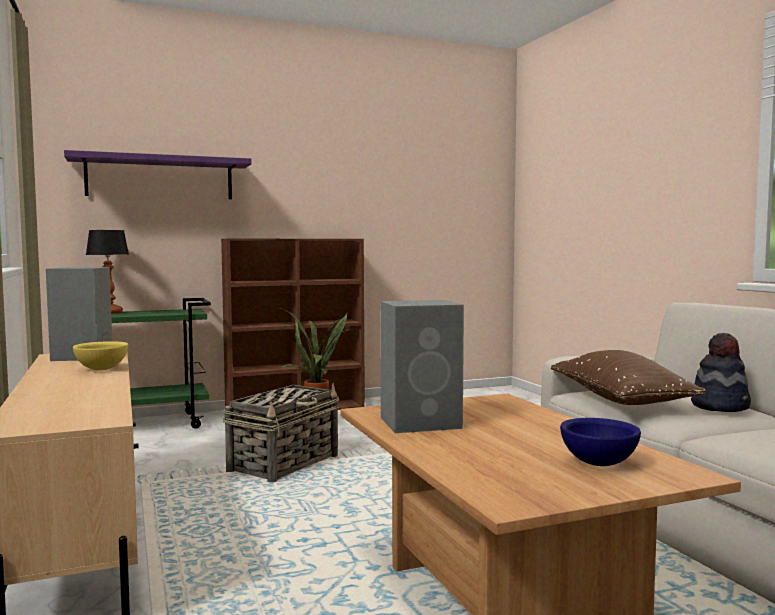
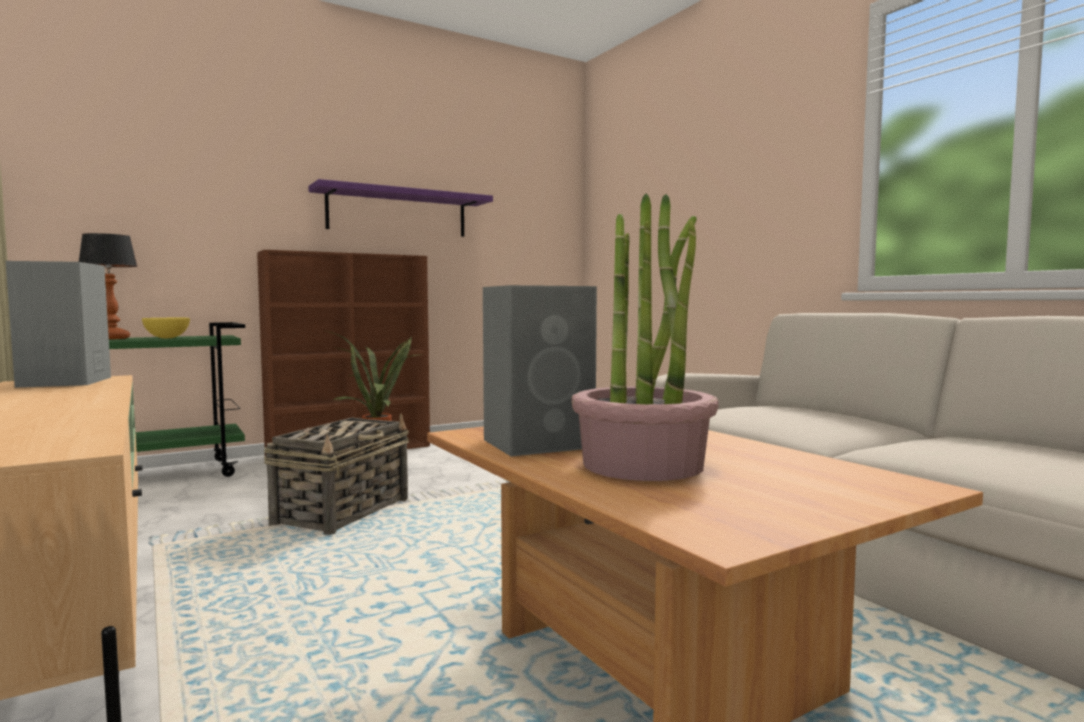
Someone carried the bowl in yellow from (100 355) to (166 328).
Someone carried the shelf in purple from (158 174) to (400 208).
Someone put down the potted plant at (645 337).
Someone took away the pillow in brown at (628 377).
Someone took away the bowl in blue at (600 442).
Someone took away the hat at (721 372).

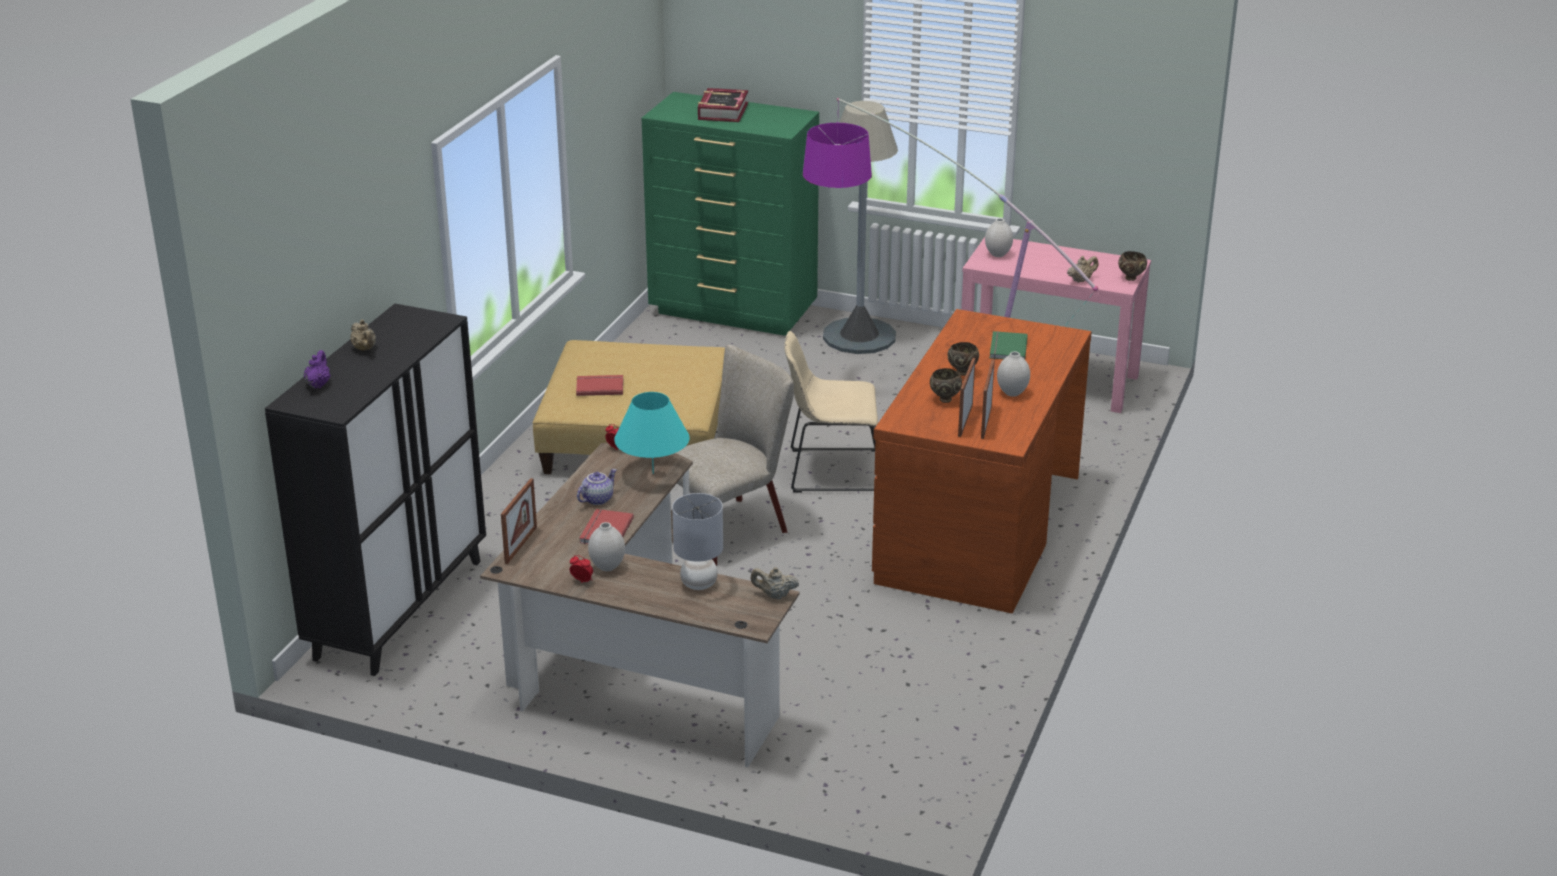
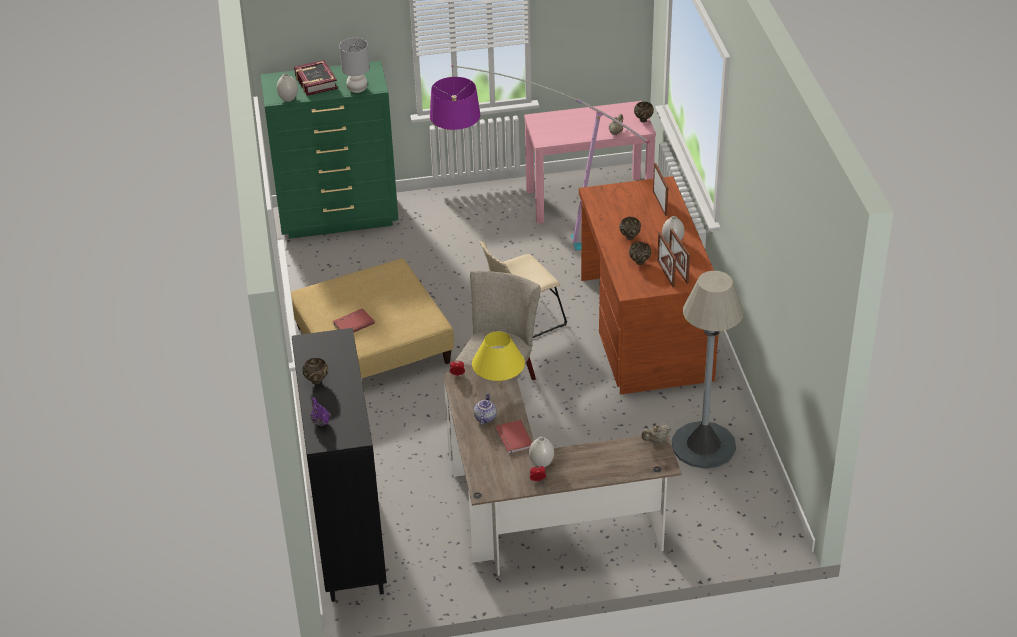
Someone carried the vase in white from (999 237) to (287 87).
Someone swapped the teapot in beige at (363 335) for the bowl in brown at (315 371).
Someone carried the table lamp in grey from (697 541) to (354 65).
Someone repainted the table lamp in turquoise at (652 433), which became the table lamp in yellow at (498 358).
Someone carried the picture frame from (519 521) to (661 189).
Someone carried the floor lamp in grey from (860 227) to (707 370).
Someone took away the book in green at (1009 345).

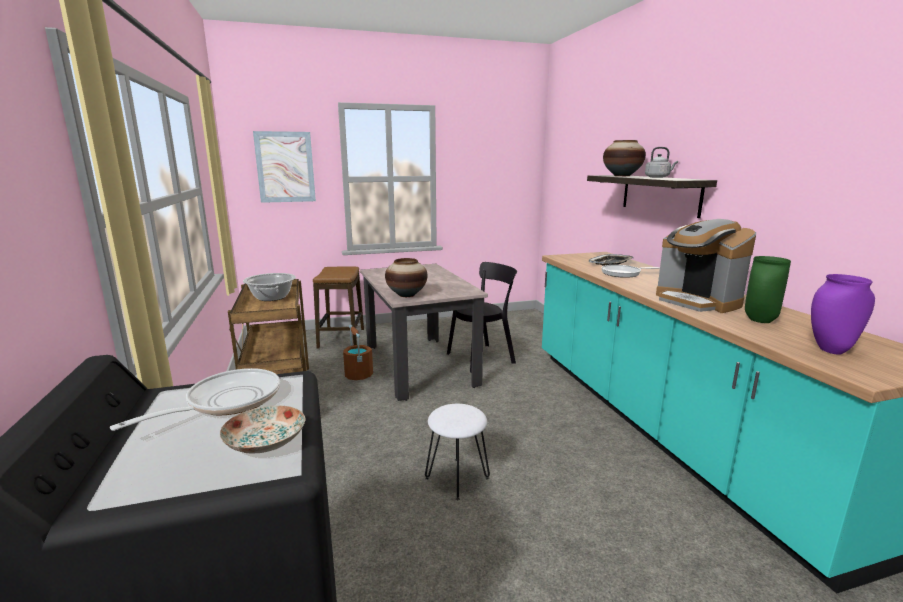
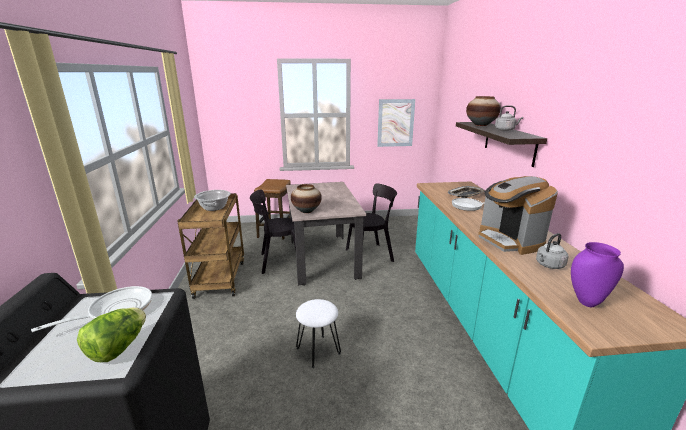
Someone swapped the plate at (262 429) for the lettuce at (111 335).
Someone swapped the bucket in brown at (358 352) for the chair in black at (273 231).
Someone carried the picture from (284 167) to (396 123).
Someone swapped the vase in green at (768 289) for the kettle in grey at (552 251).

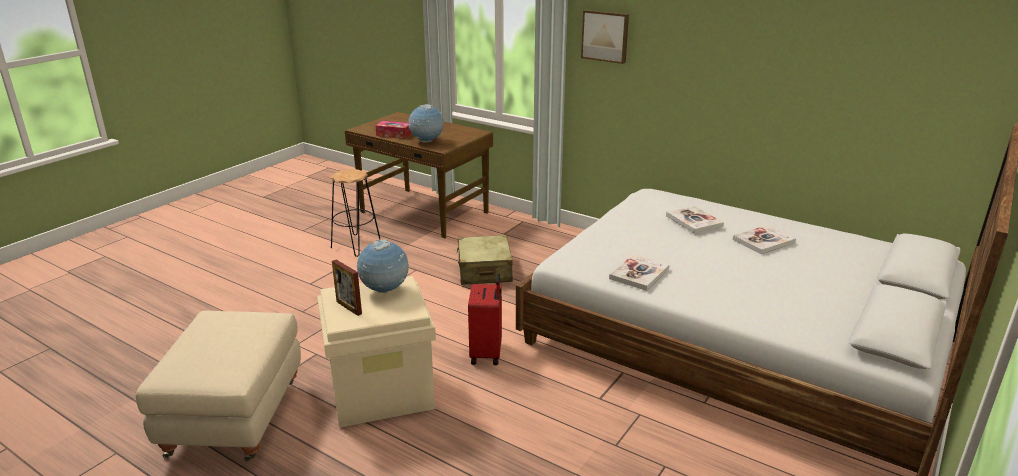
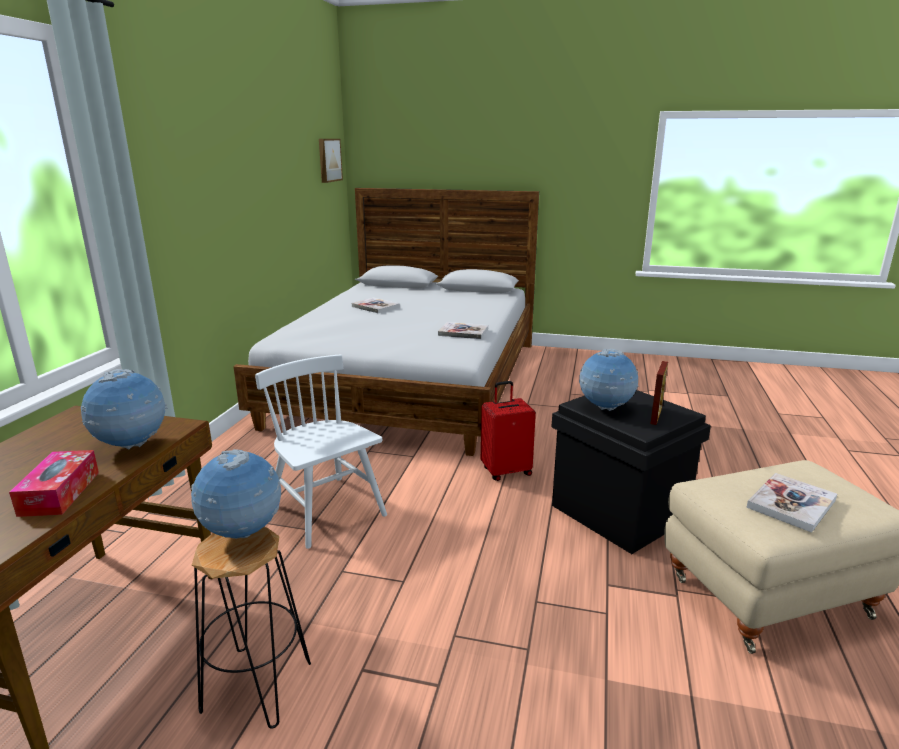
Someone put down the globe at (236 494).
Someone swapped the suitcase in beige at (484 260) for the chair in white at (321 452).
Someone carried the picture from (605 37) to (331 161).
Someone repainted the storage box in beige at (376 352), which became the storage box in black at (631 472).
Someone carried the book from (695 219) to (791 503).

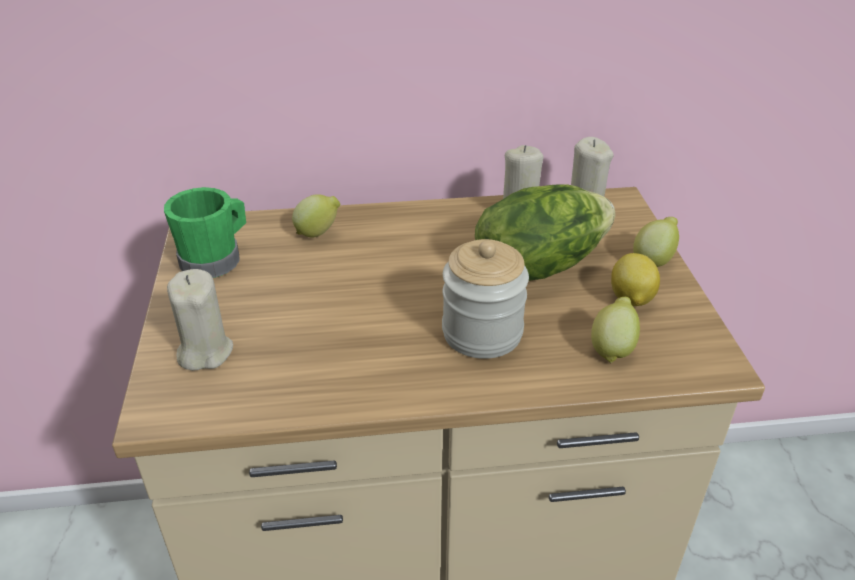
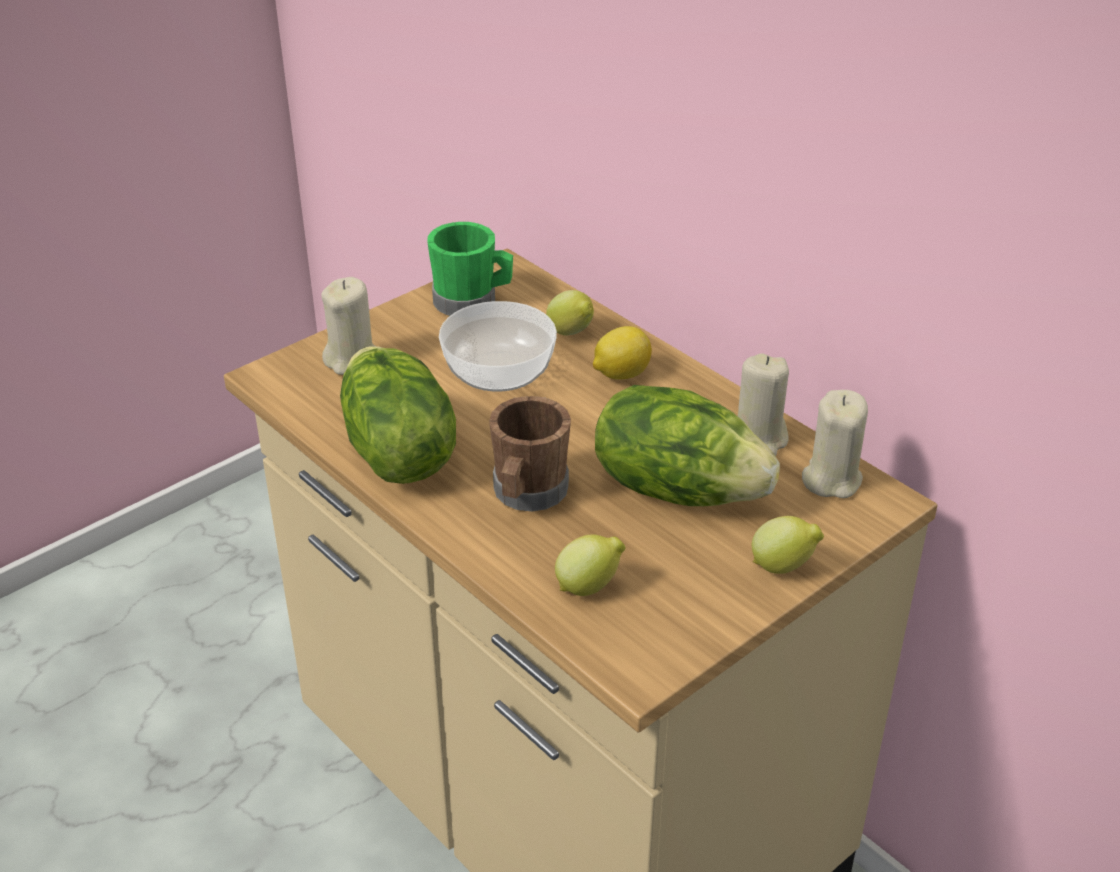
Someone put down the lettuce at (398 415).
Someone put down the bowl at (498 346).
Someone swapped the jar at (485 299) for the mug in brown at (530 454).
Someone carried the lemon from (635 279) to (622 353).

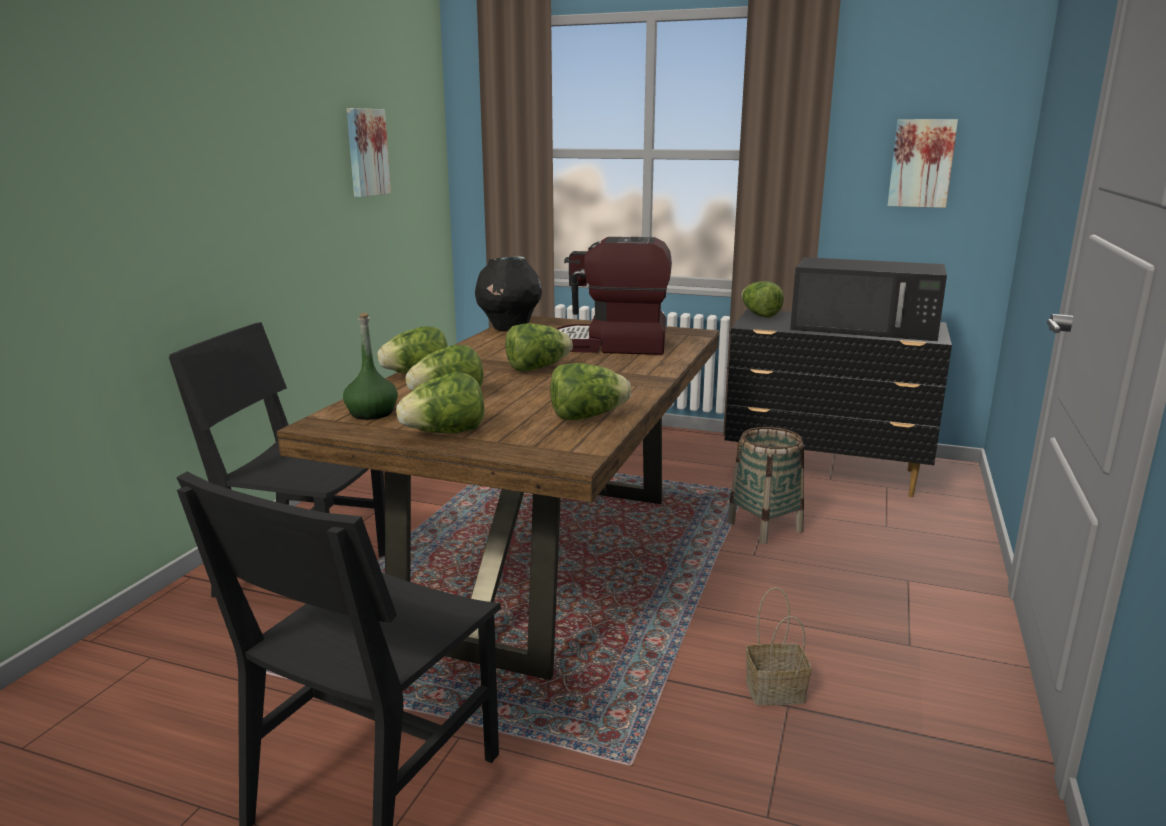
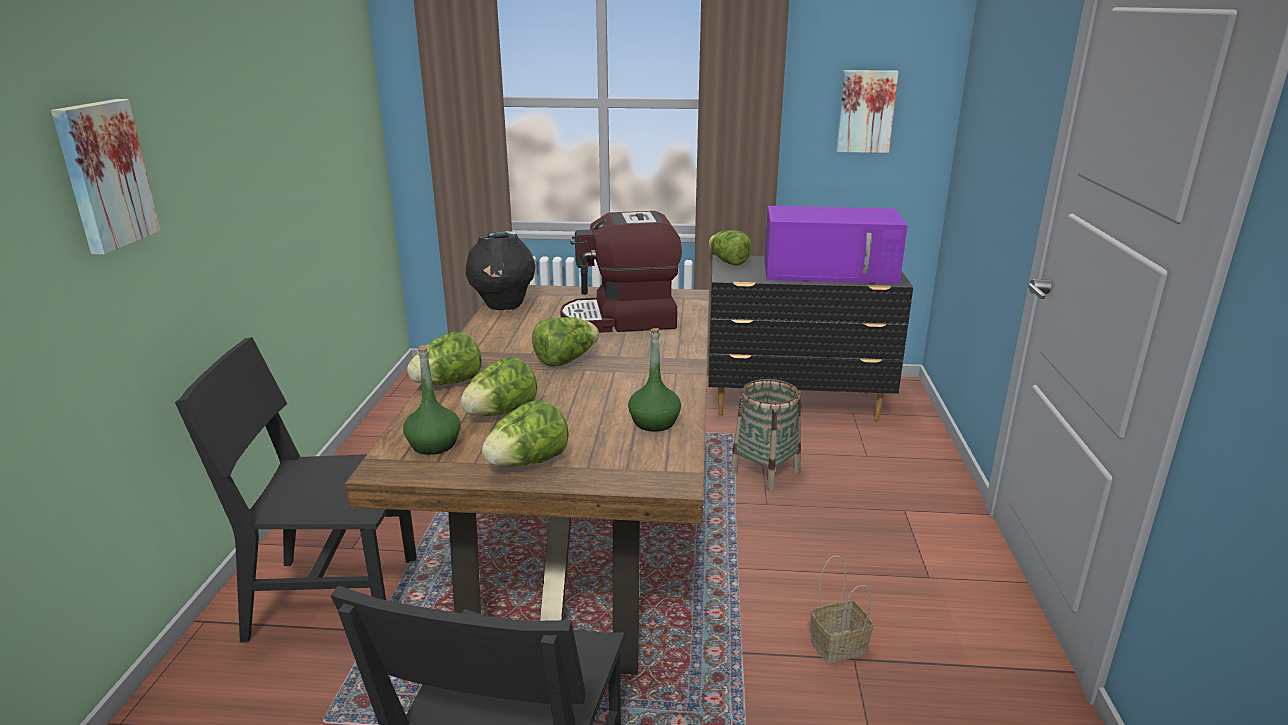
Someone carried the picture from (369 152) to (106 177).
Someone swapped the lettuce at (590 391) for the bottle in green at (654 380).
Someone repainted the microwave in black at (868 299), which became the microwave in purple at (835 245).

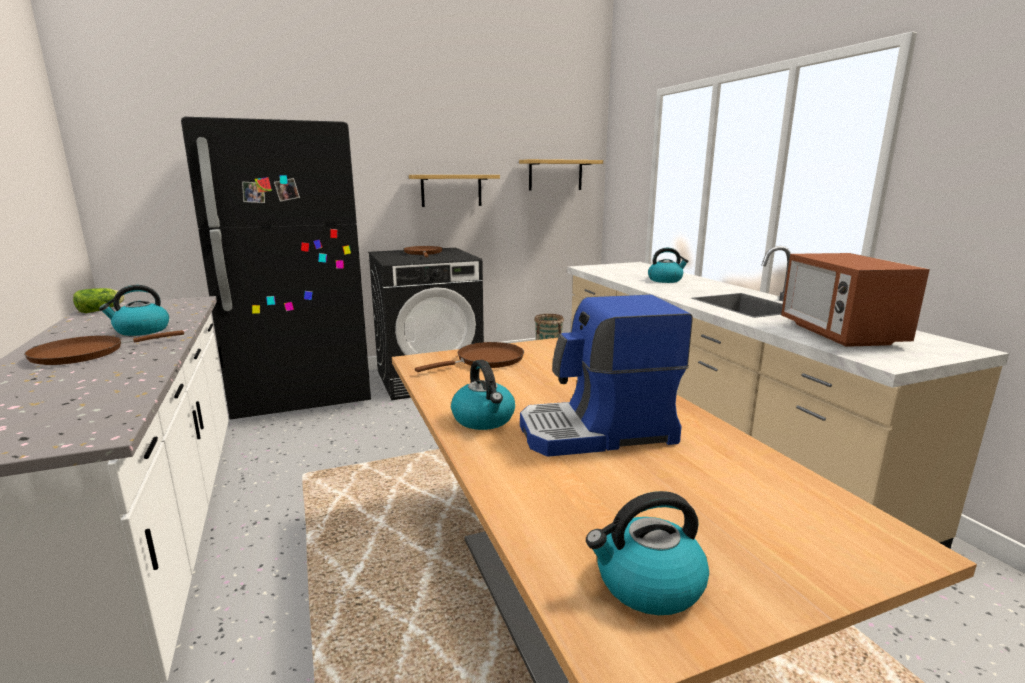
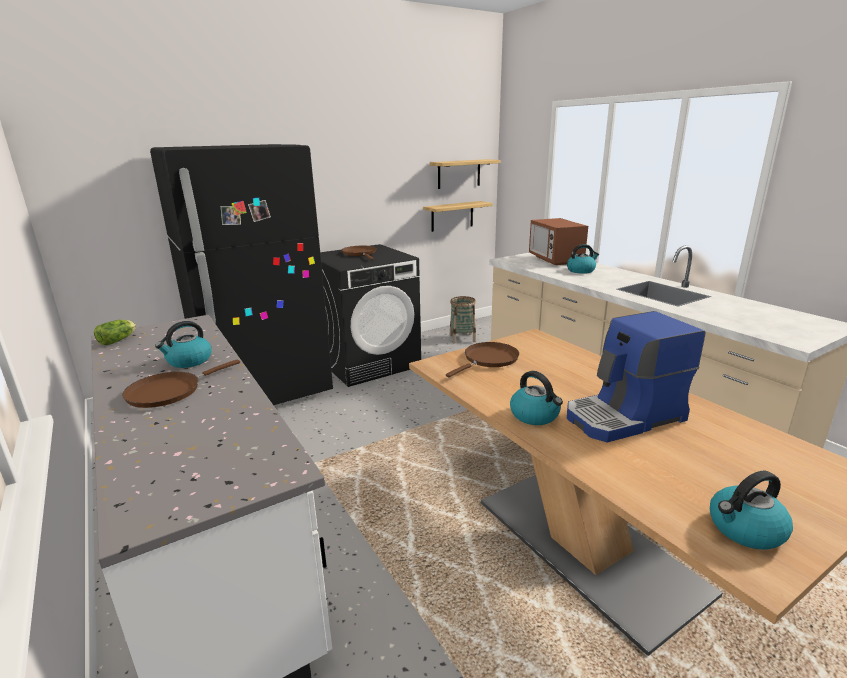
Someone carried the shelf from (454 191) to (458 216).
Someone carried the microwave from (855 300) to (558 241).

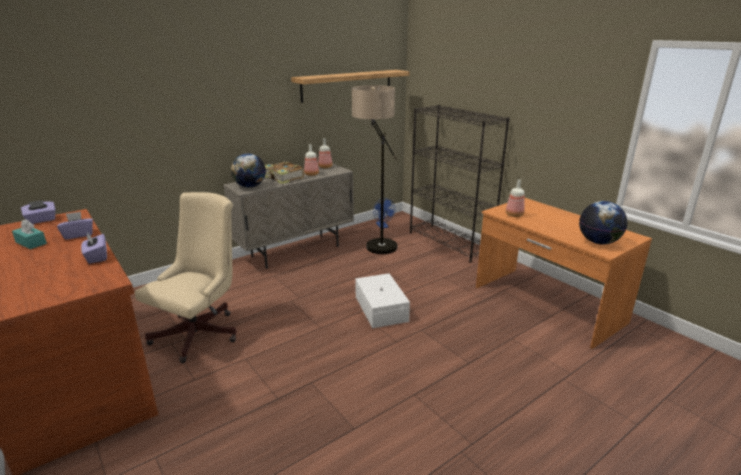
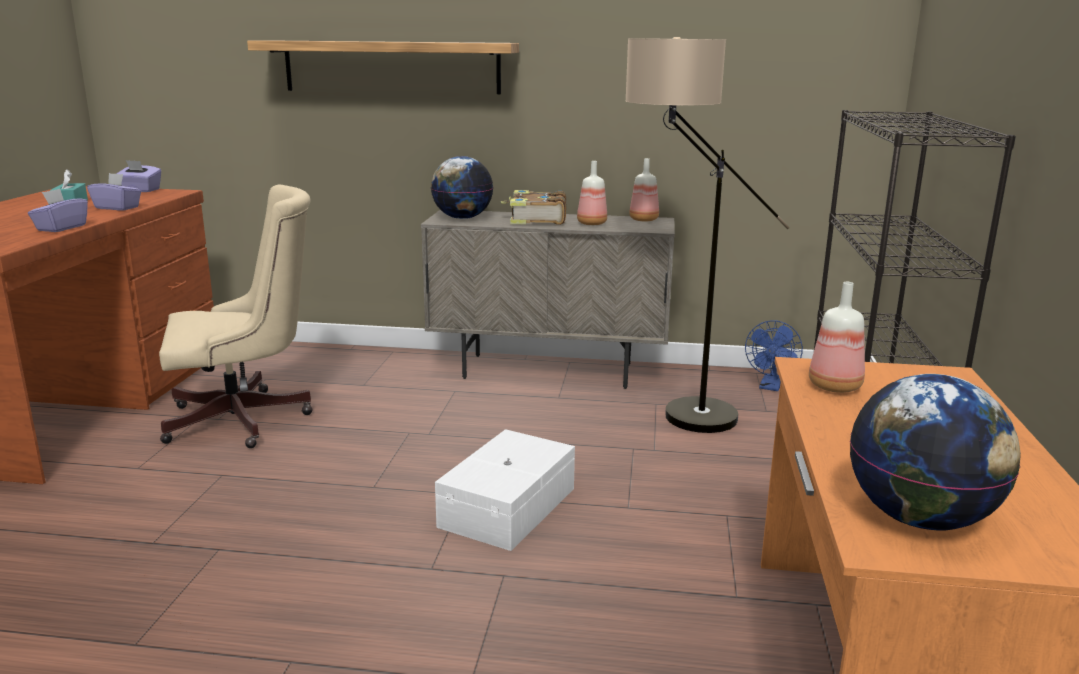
Someone carried the shelf from (350 86) to (383 67).

